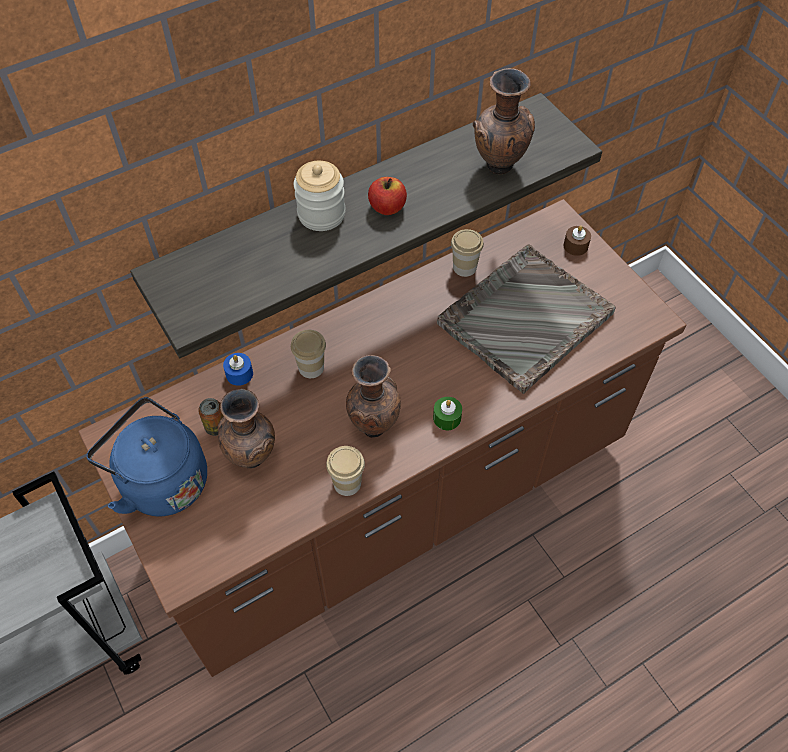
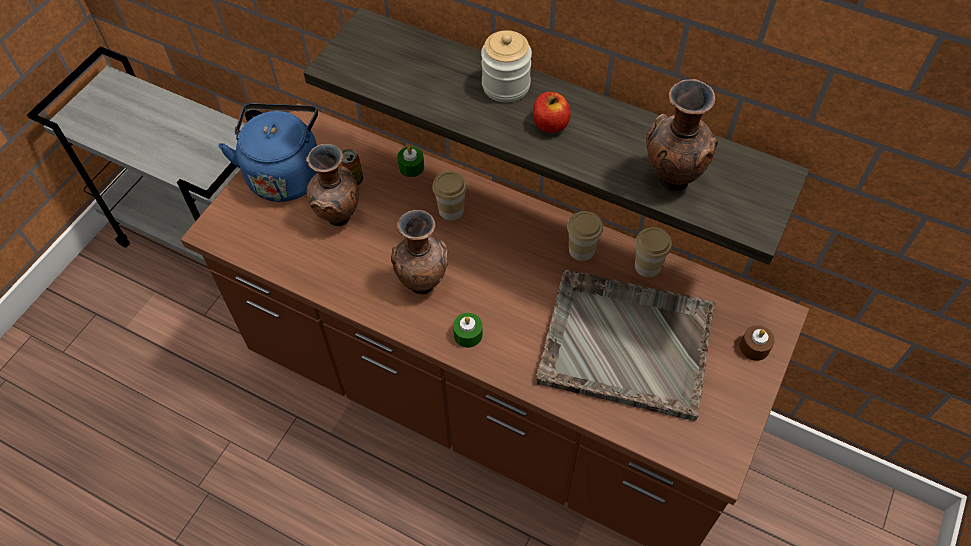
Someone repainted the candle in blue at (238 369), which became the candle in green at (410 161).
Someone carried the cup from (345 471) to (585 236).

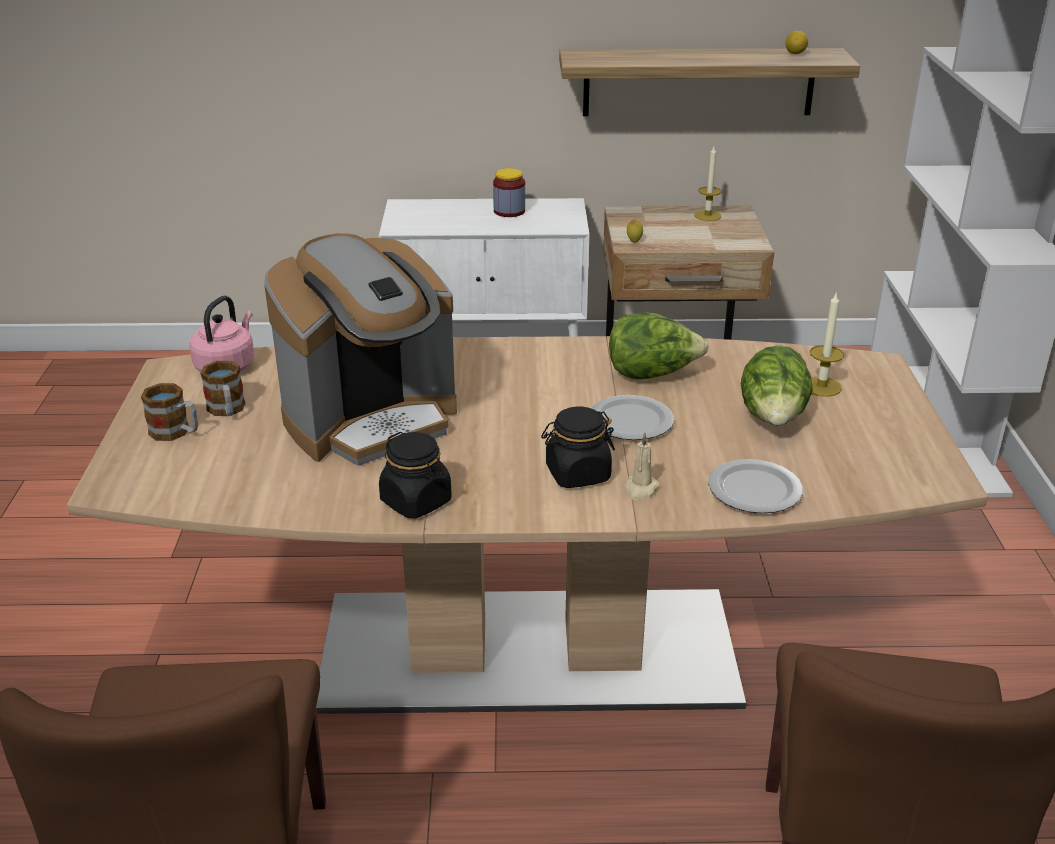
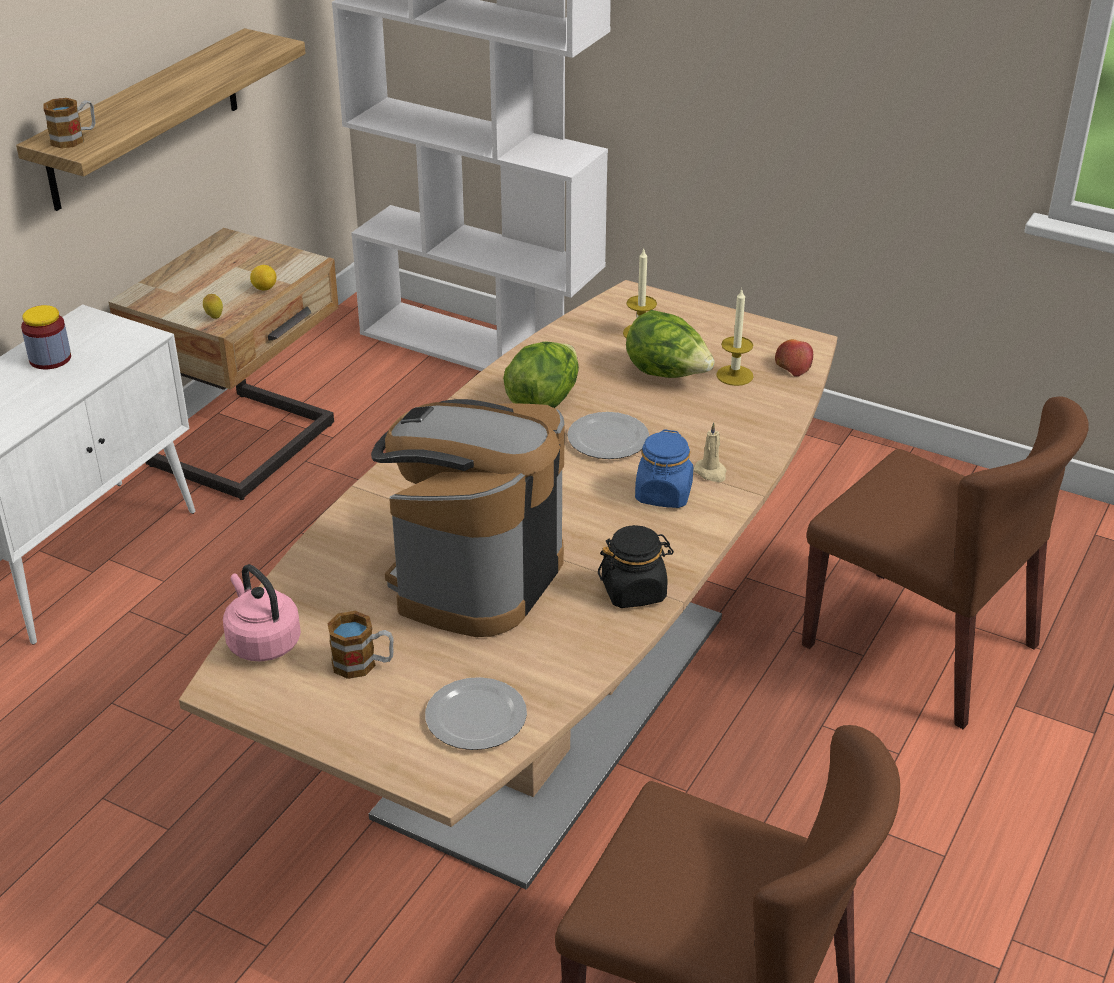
Someone carried the mug from (169 412) to (69 123).
Someone carried the lemon from (797 42) to (263 277).
Someone rotated the coffee machine at (360 349) by 150 degrees counterclockwise.
Someone carried the plate from (755 486) to (476 713).
Someone repainted the jar in black at (578 447), which became the jar in blue at (664 468).
Someone carried the candle from (708 183) to (735 337).
Someone put down the apple at (794 357).

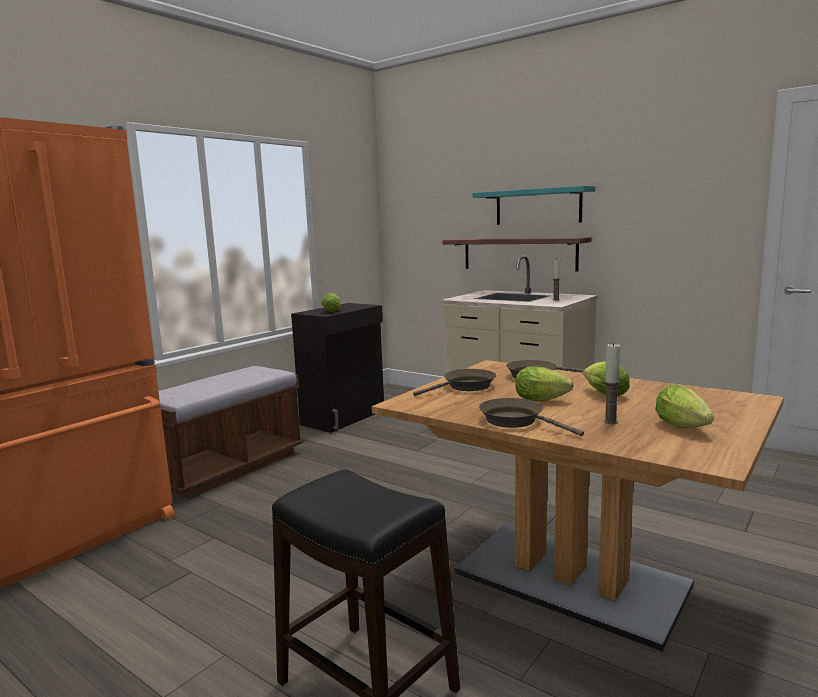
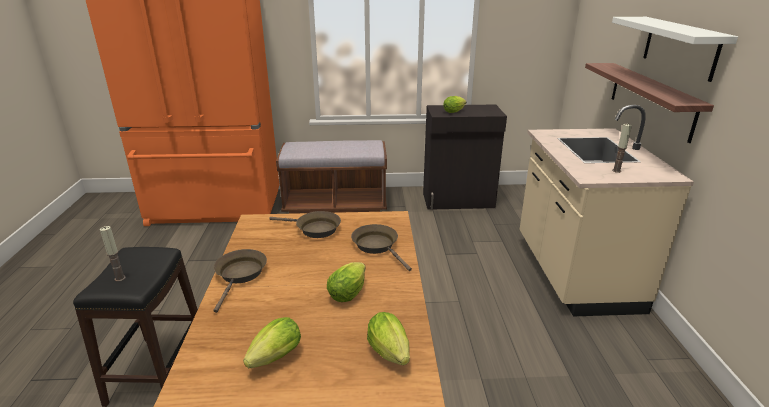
Someone carried the candle from (612 383) to (113 254).
Someone carried the lettuce from (544 383) to (388 338).
Someone repainted the shelf in turquoise at (534 205), which became the shelf in white at (675 49).

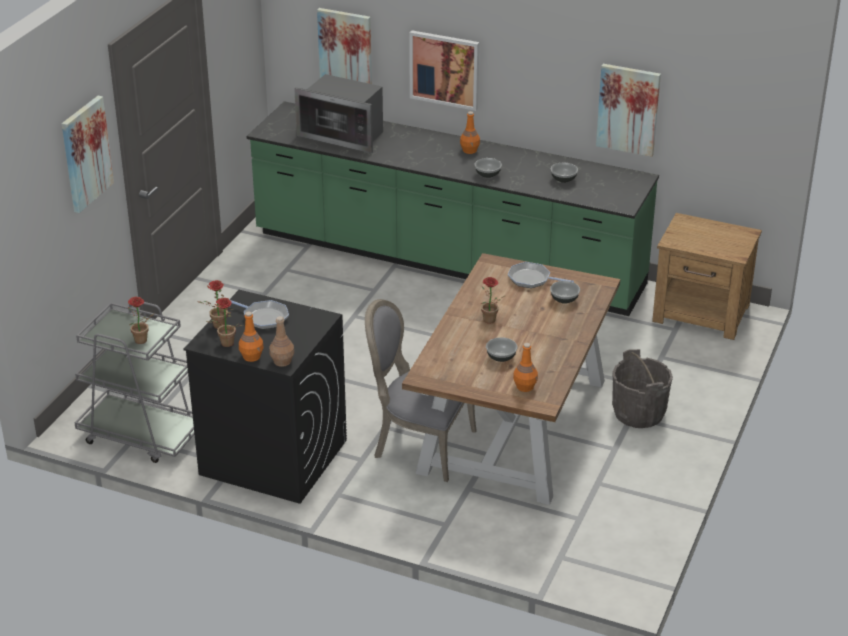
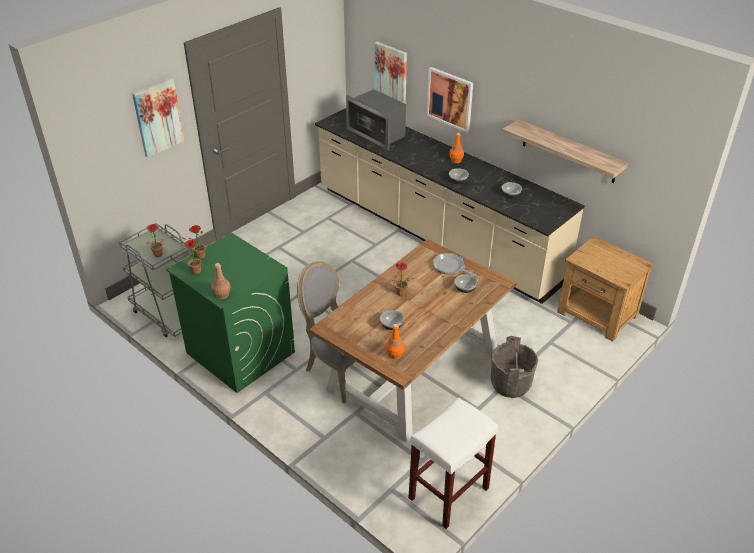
Someone repainted the washing machine in black at (265 397), which became the washing machine in green at (230 313).
Someone repainted the counter in green at (453 208), which became the counter in beige at (450 206).
Someone put down the stool in white at (453 463).
Someone swapped the picture at (628 110) for the shelf at (565 151).
Someone took away the frying pan at (259 314).
Someone took away the bottle in orange at (251 337).

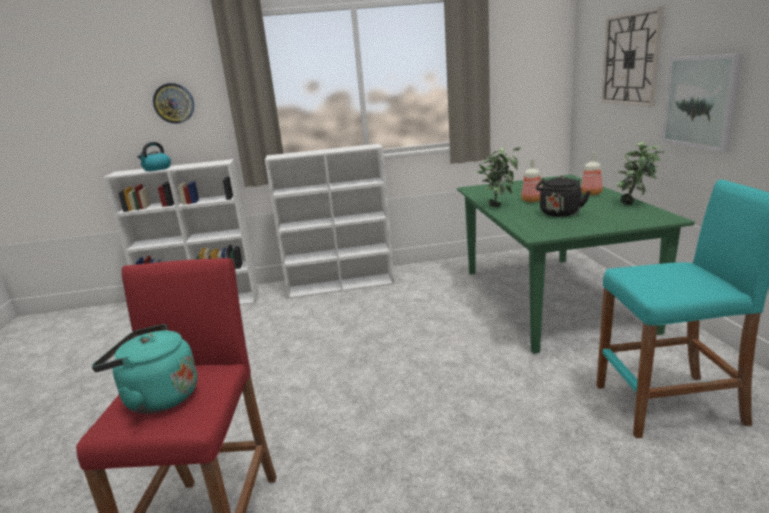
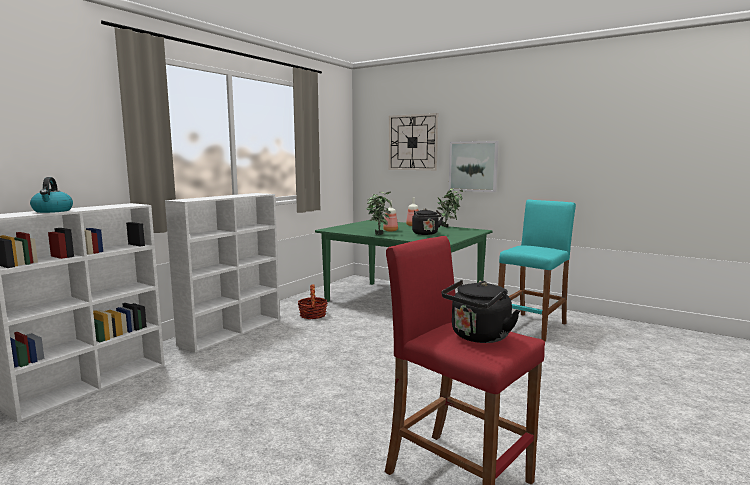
Someone put down the basket at (312 301).
Someone repainted the kettle in turquoise at (144 369), which became the kettle in black at (481 311).
Someone took away the wall clock at (173 103).

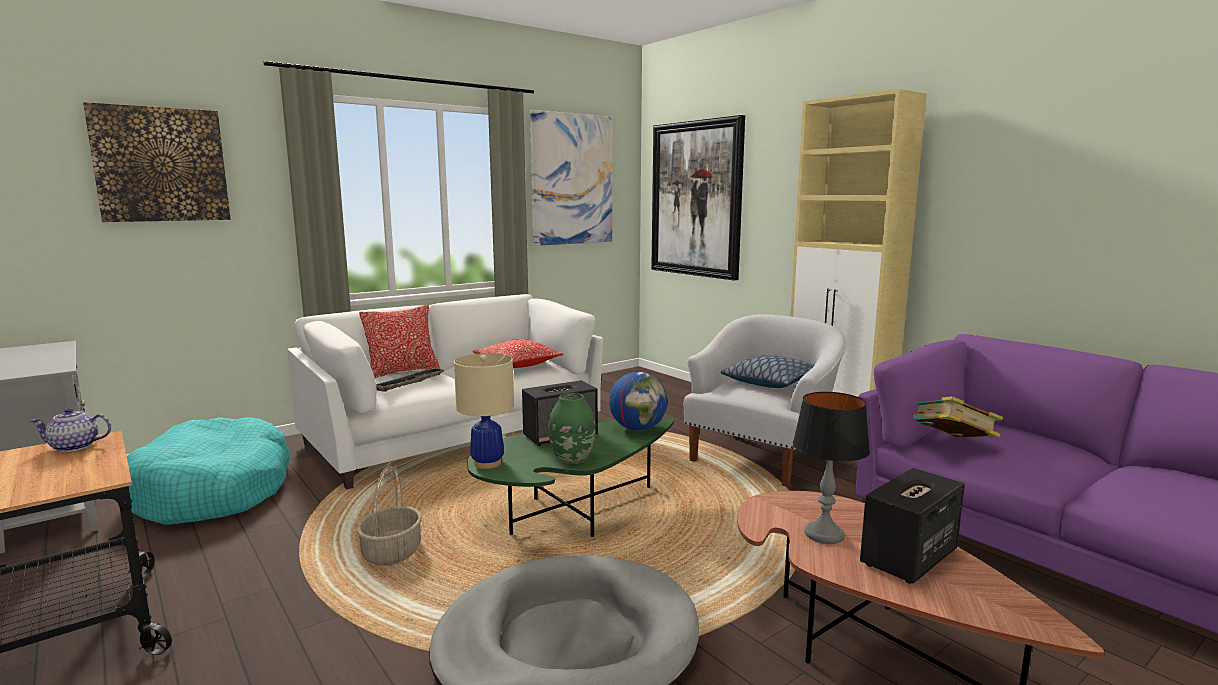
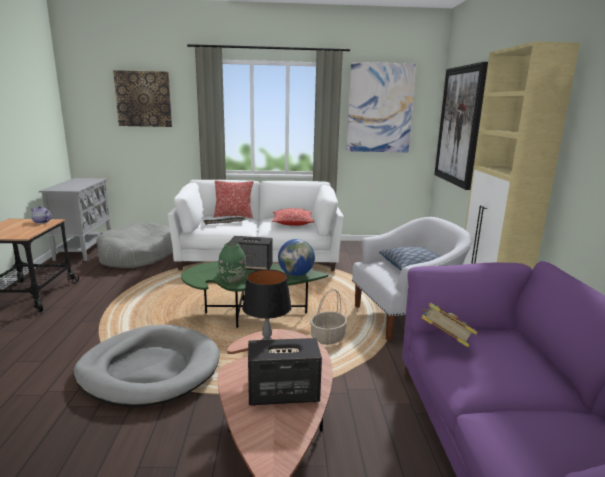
Someone repainted the dog bed in turquoise at (208 471), which became the dog bed in grey at (134 245).
Someone carried the basket from (389 516) to (328 317).
Someone took away the table lamp in beige at (484 411).

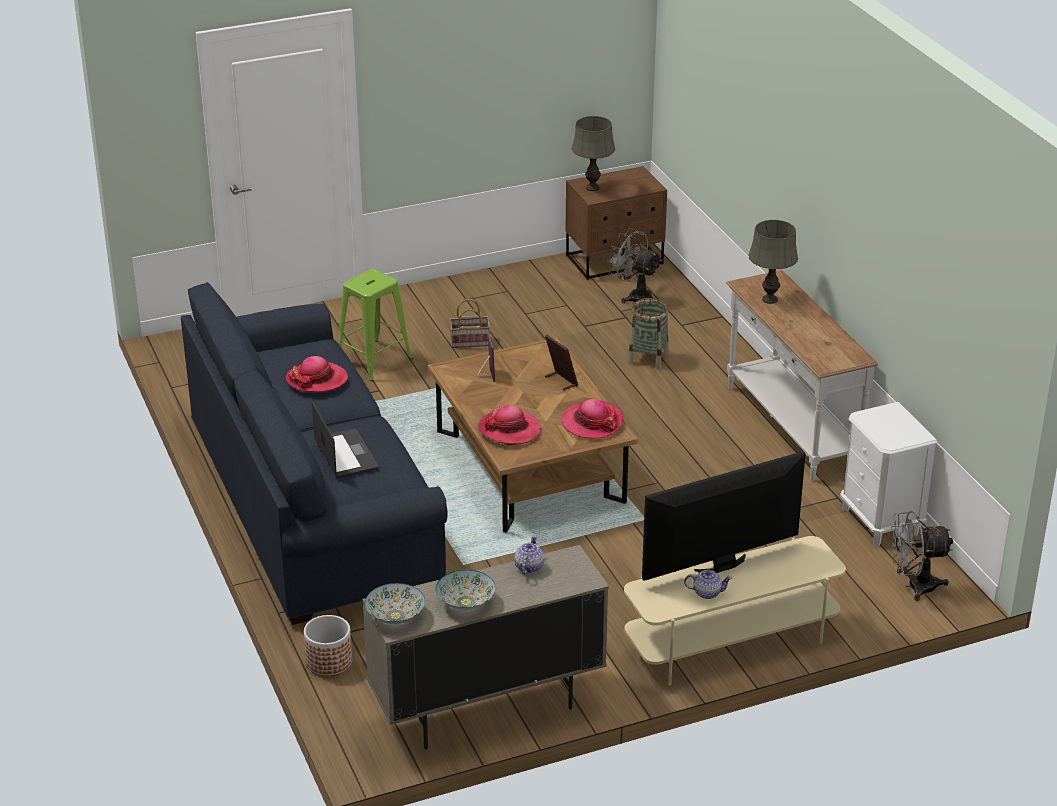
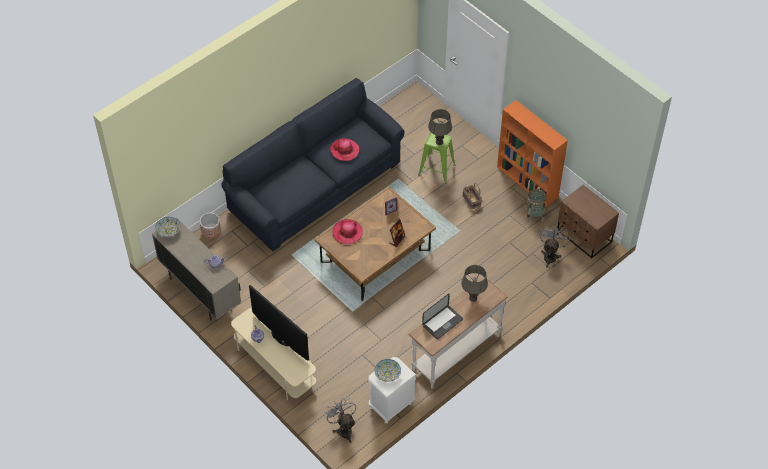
Someone carried the bowl from (466 590) to (388 370).
Someone carried the laptop from (345 440) to (442 316).
Someone carried the table lamp in grey from (593 153) to (440 127).
Someone put down the bookcase in orange at (532 153).
Someone carried the basket from (648 333) to (536 205).
Someone took away the hat at (592 418).

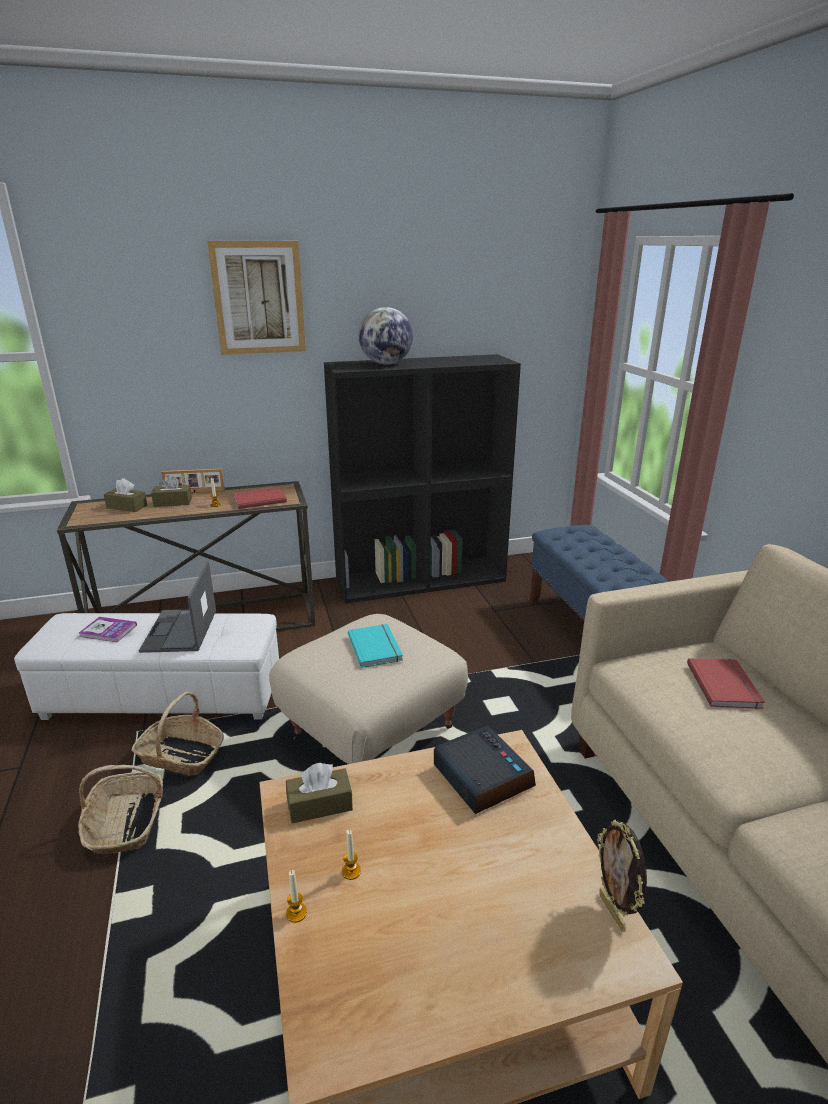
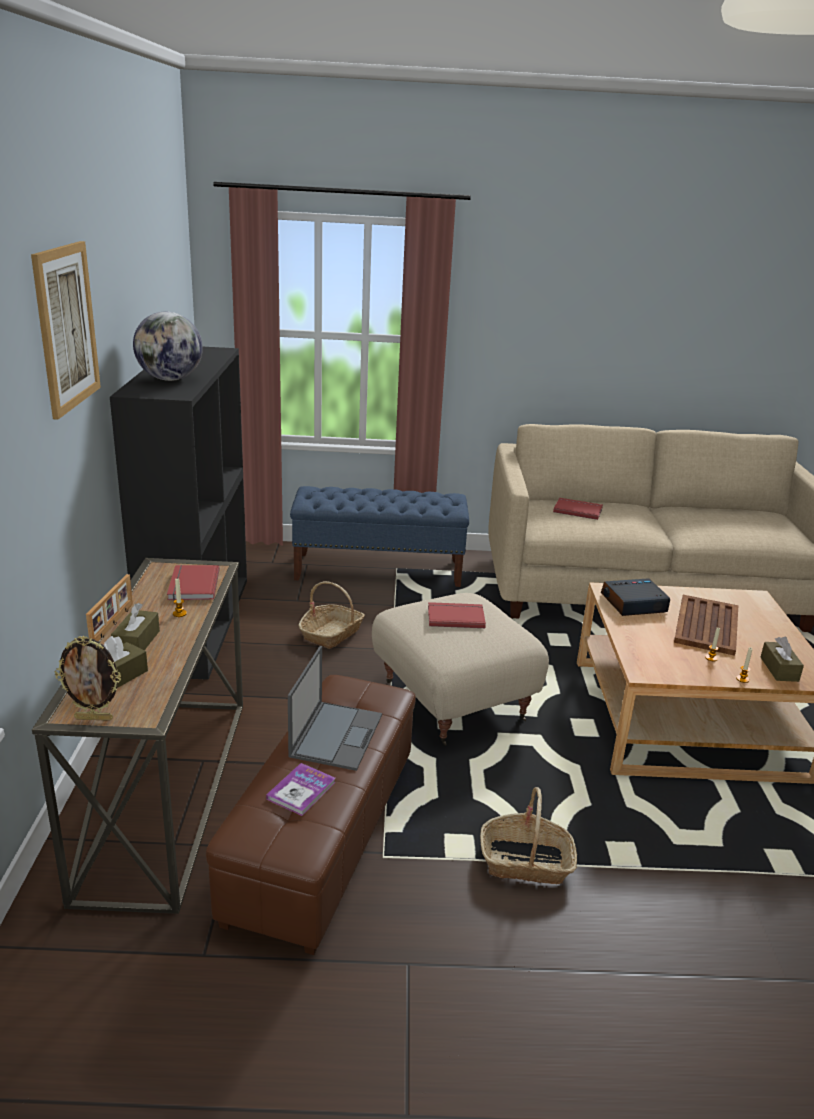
Someone carried the picture frame from (622 875) to (88 678).
Someone repainted the ottoman in white at (146 666), which became the ottoman in brown at (311 815).
Someone rotated the laptop at (177 607) by 90 degrees counterclockwise.
Someone carried the basket from (177 734) to (331 615).
Someone repainted the book in turquoise at (375 646), which became the book in red at (457 615).
Someone put down the tray in brown at (706 625).
Someone carried the tissue box in brown from (319 793) to (782 659).

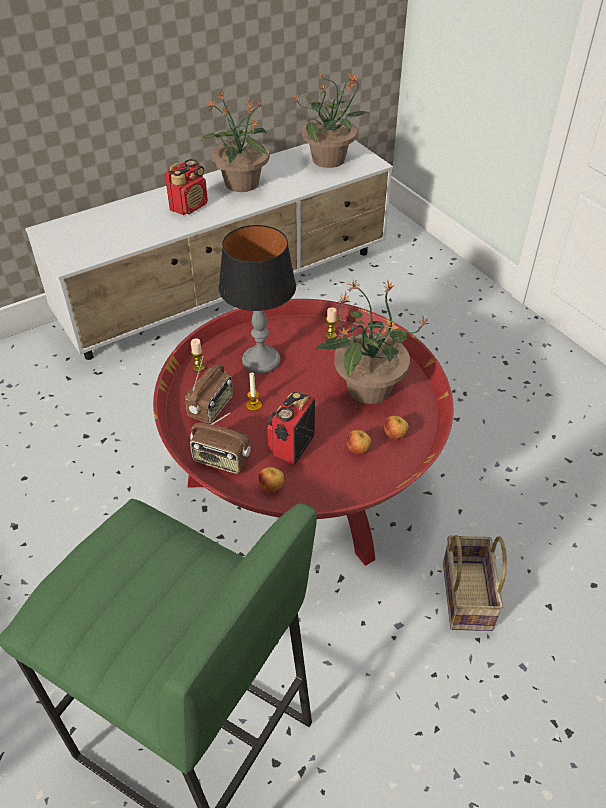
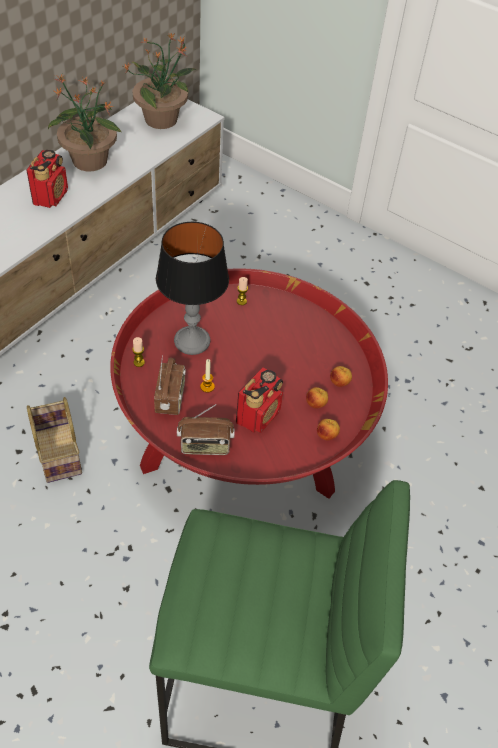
Someone carried the basket from (475 583) to (54 440).
Someone rotated the radio at (291 428) by 150 degrees counterclockwise.
Someone carried the apple from (271 479) to (328 430).
Someone took away the potted plant at (371 341).

